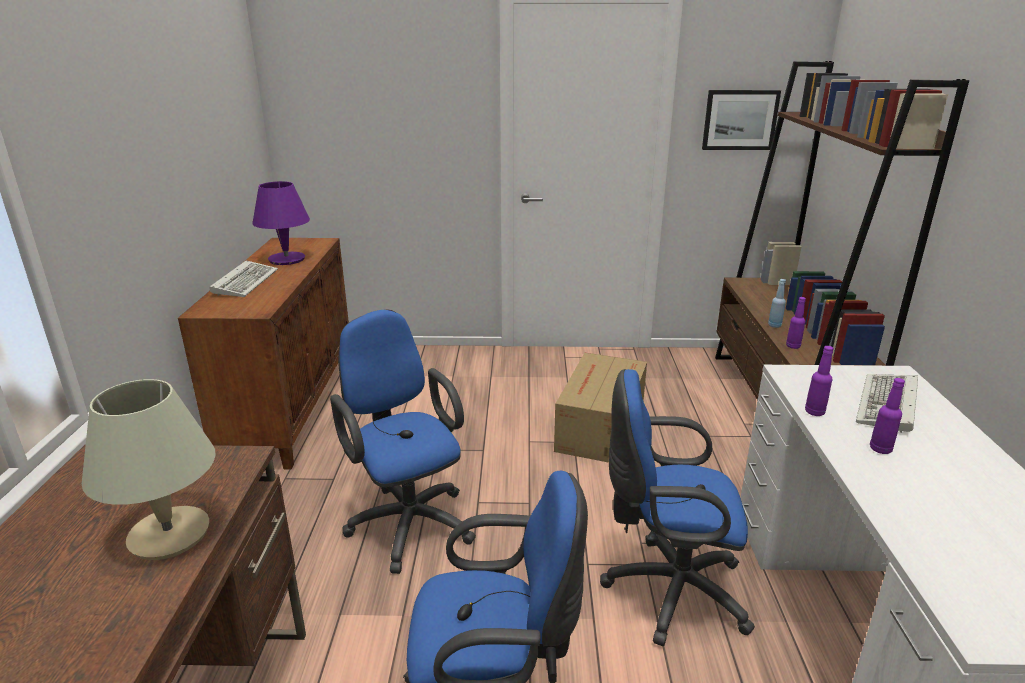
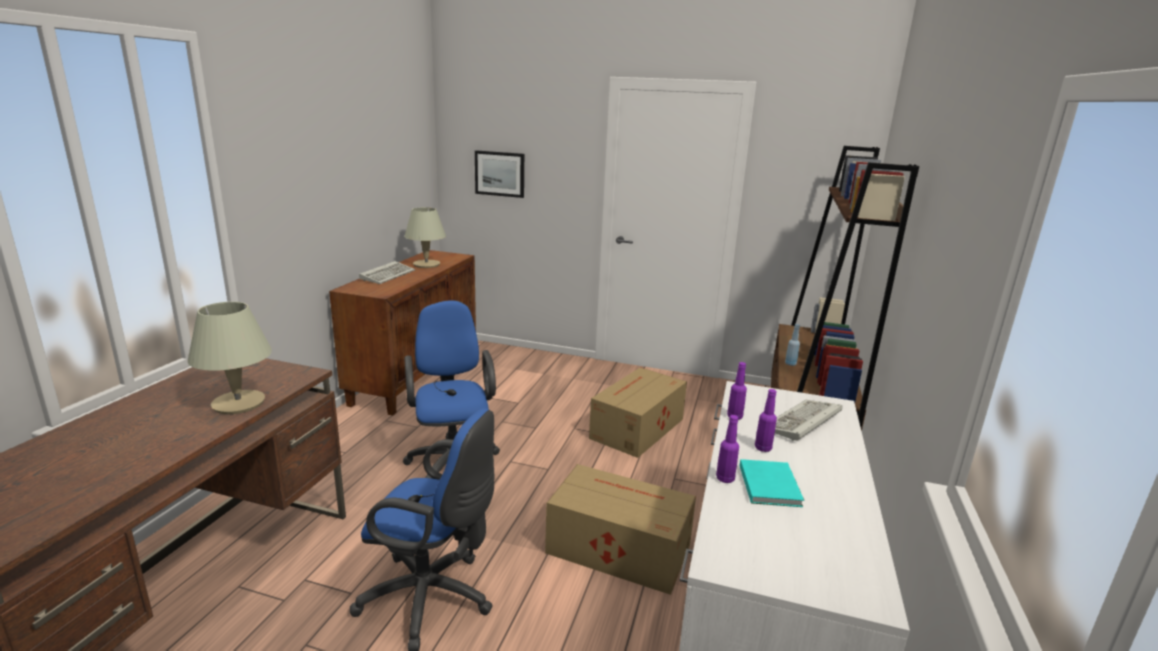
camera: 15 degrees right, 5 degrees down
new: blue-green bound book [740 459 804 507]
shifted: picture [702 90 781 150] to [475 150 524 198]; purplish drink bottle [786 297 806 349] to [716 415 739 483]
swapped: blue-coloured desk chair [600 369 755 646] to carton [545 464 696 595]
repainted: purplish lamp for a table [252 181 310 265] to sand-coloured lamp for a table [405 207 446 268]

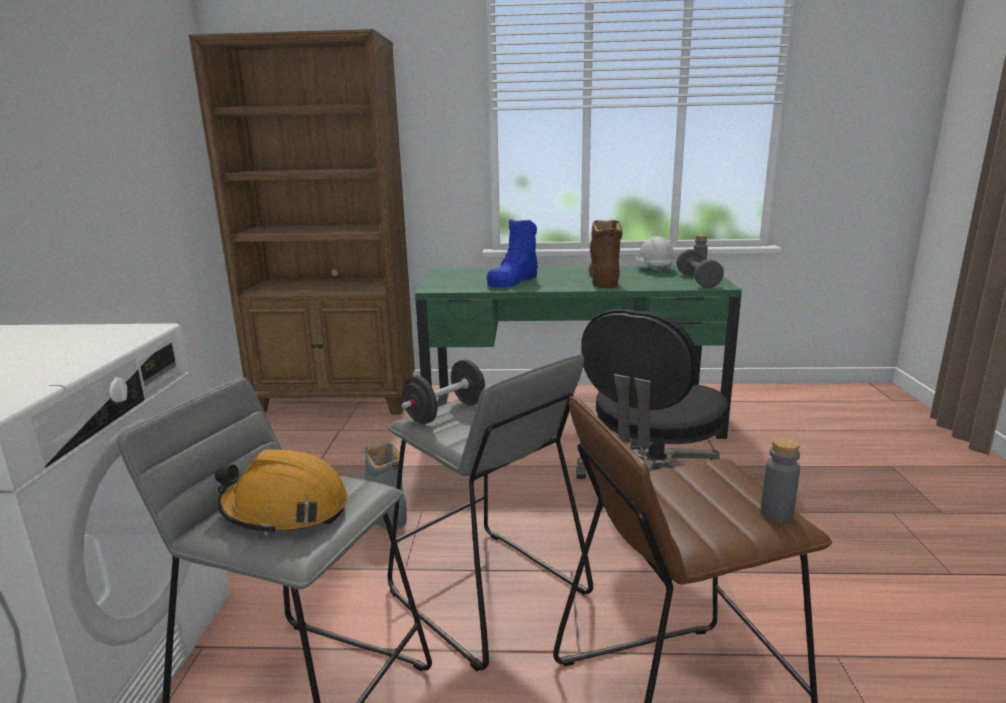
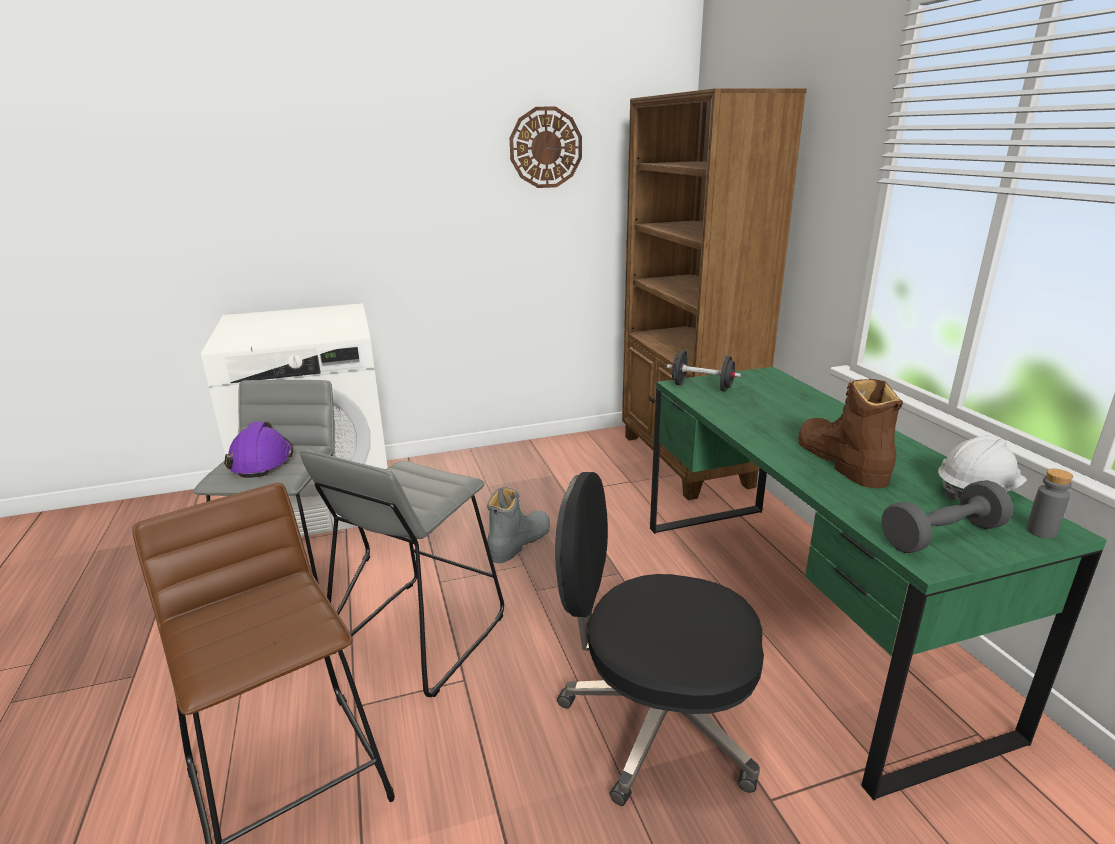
camera: 70 degrees right, 5 degrees up
gone: blue-coloured boot [487 219 538 288]; gray drink bottle [760 437 800 522]
new: wall clock [510 107 582 188]
shifted: black-coloured dumbbell [401 359 485 424] to [667 350 741 392]
repainted: orange-coloured safety helmet [215 449 348 536] to purplish safety helmet [224 422 293 478]
rotated: brown-coloured boot [588 220 622 288] = [798 379 903 488] 90 degrees counterclockwise

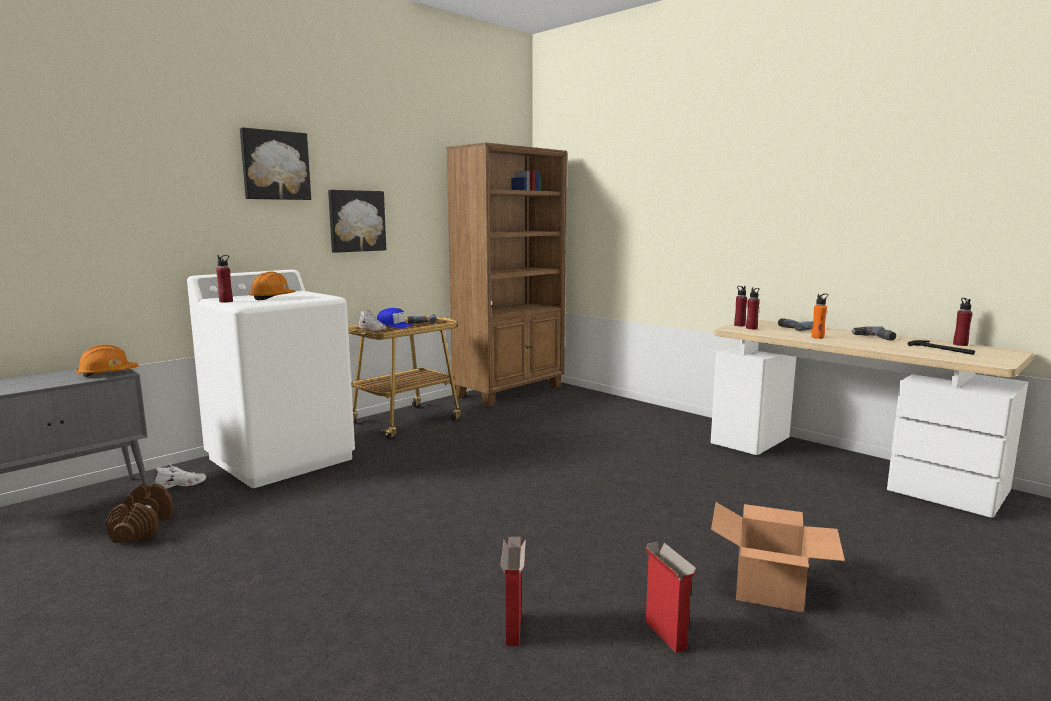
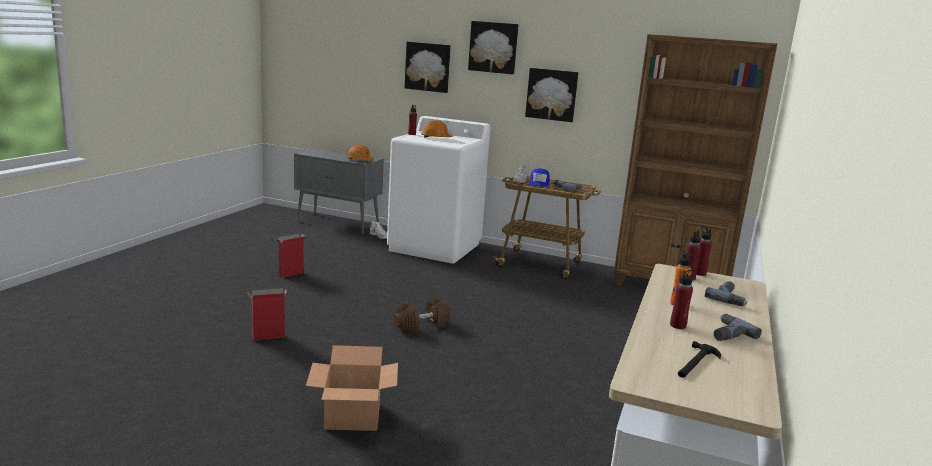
camera: 65 degrees right, 5 degrees up
new: picture [405 42 451 93]
shifted: brown-coloured dumbbell [106 483 174 543] to [394 297 450 334]; carton [645 541 696 653] to [276 234 305 278]; red-coloured drink bottle [953 298 973 346] to [670 269 694 329]

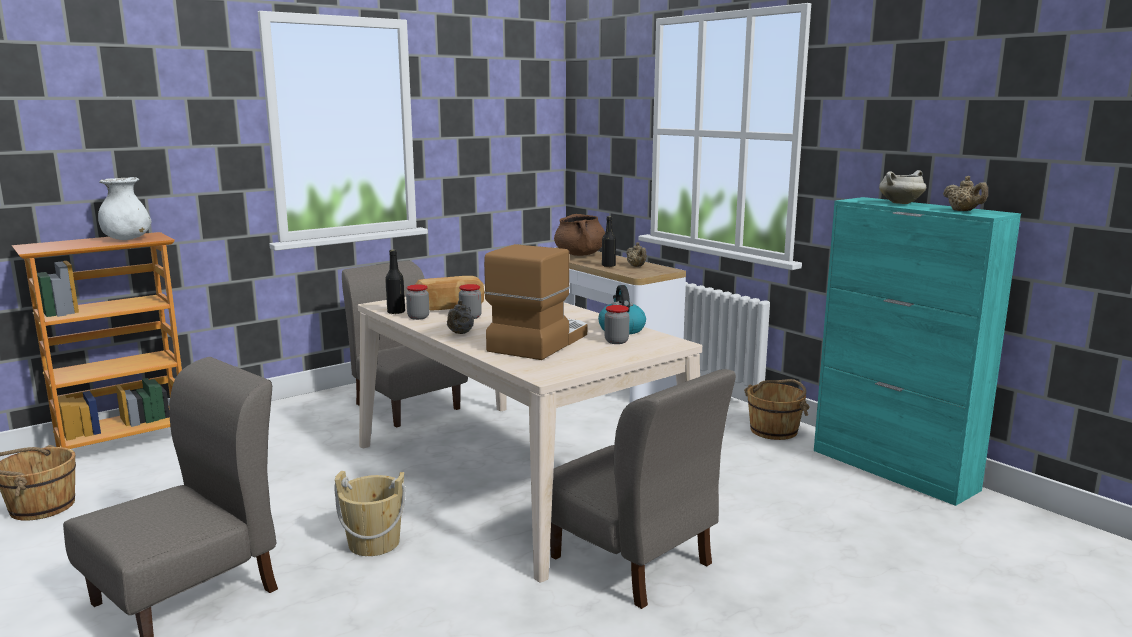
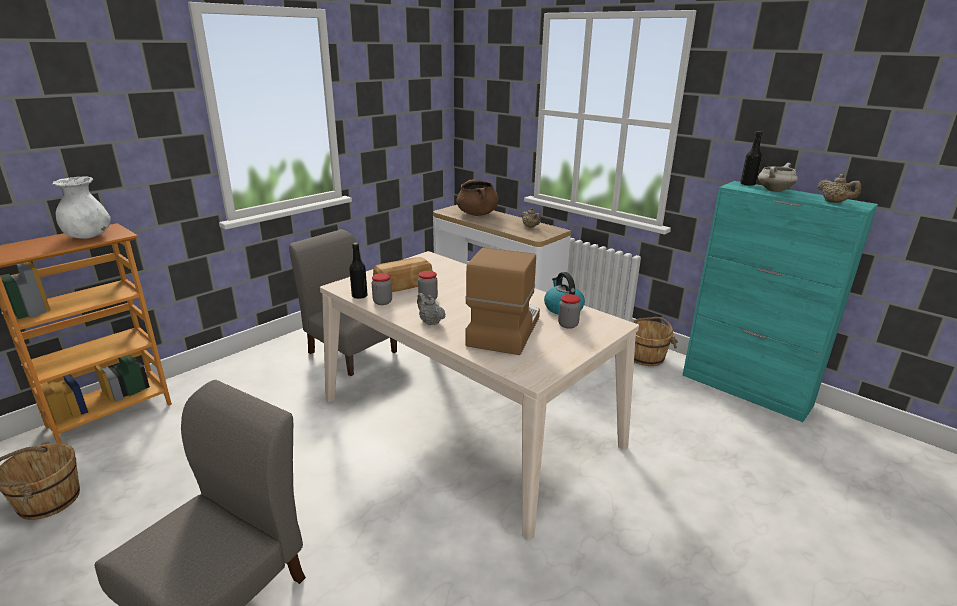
camera: 10 degrees left, 10 degrees up
gone: sand-coloured pail [334 471 406 556]; gray chair [550 369 736 609]
shifted: black-coloured drink bottle [602 216 616 267] to [740 131 762 186]
rotated: gray teapot [447 300 474 334] = [417 293 445 325] 135 degrees clockwise

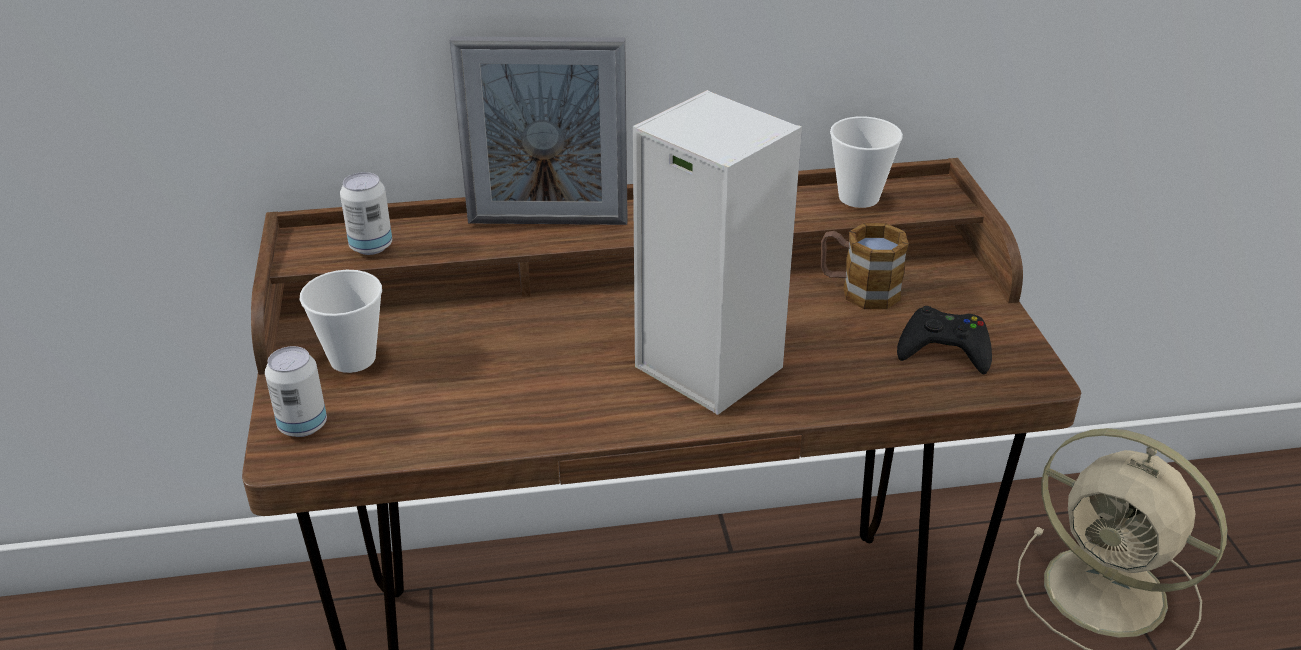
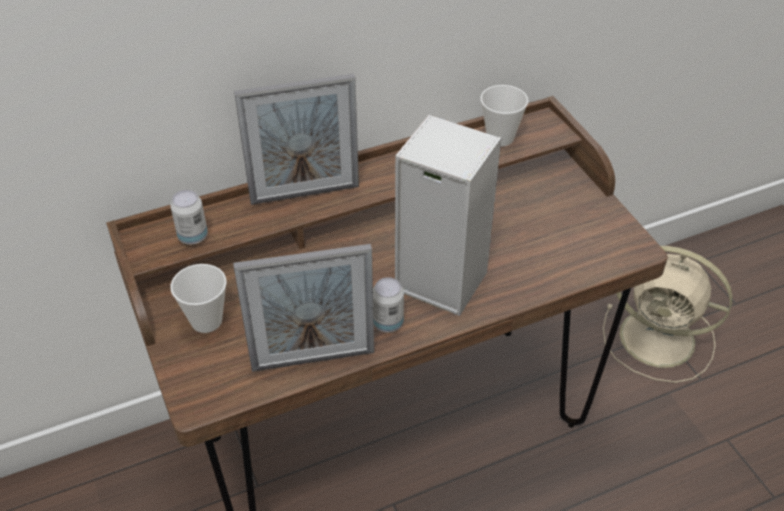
camera: 15 degrees left, 10 degrees up
gone: tea mug [821 223 909 309]; black-coloured game controller [897 306 992 374]
new: photo frame [233 244 374 372]
shifted: metal can [265 346 327 437] to [373 277 404 332]

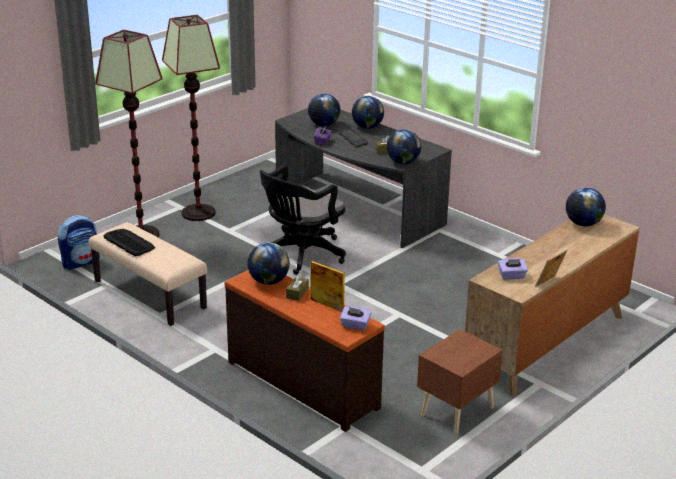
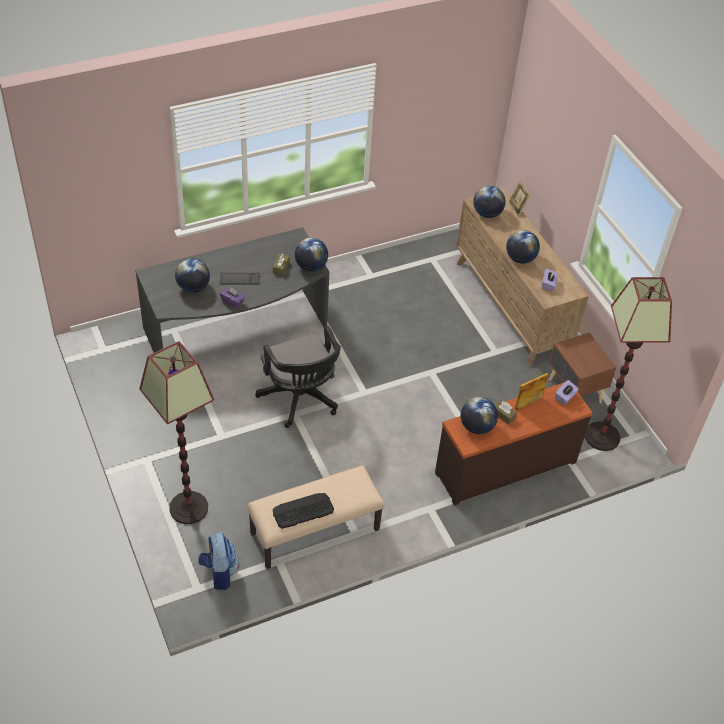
camera: 70 degrees left, 20 degrees up
shifted: floor lamp [162 15 220 221] to [585 277 672 451]; world globe [352 96 384 129] to [506 230 540 264]; photo frame [535 249 568 286] to [508 181 530 216]

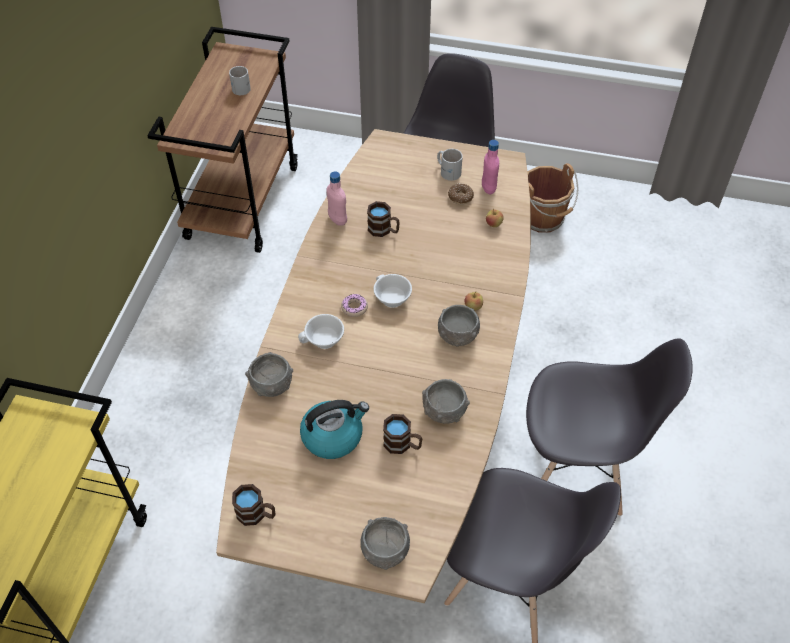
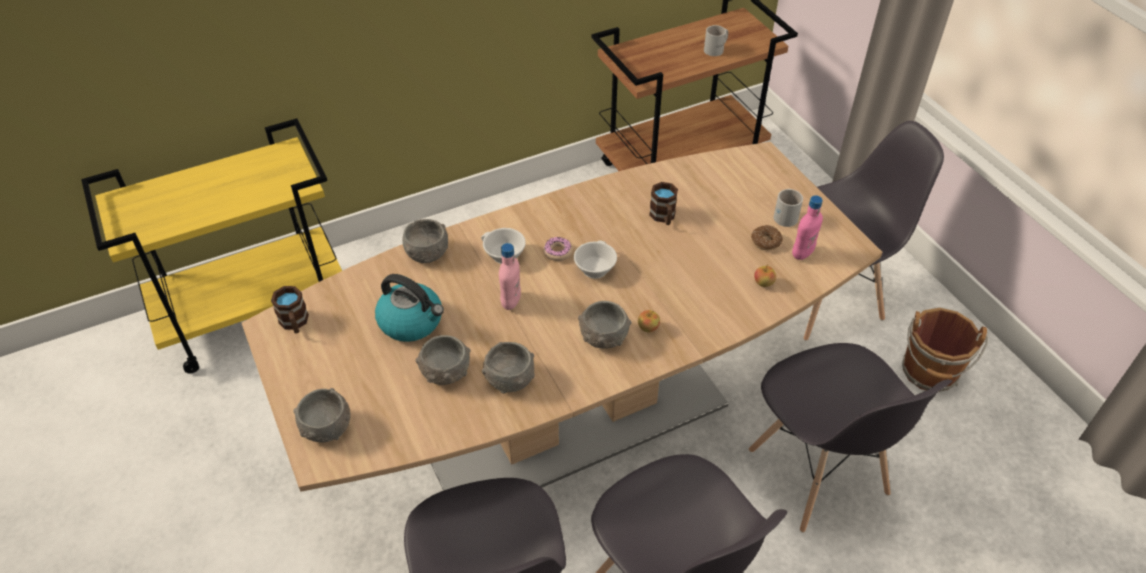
camera: 50 degrees right, 5 degrees down
new: gray chair [749 343 952 533]
shifted: pinkish drink bottle [326 172 347 226] to [499 243 521 310]
swapped: brown-coloured tea mug [383 414 423 454] to gray serving bowl [416 335 471 385]

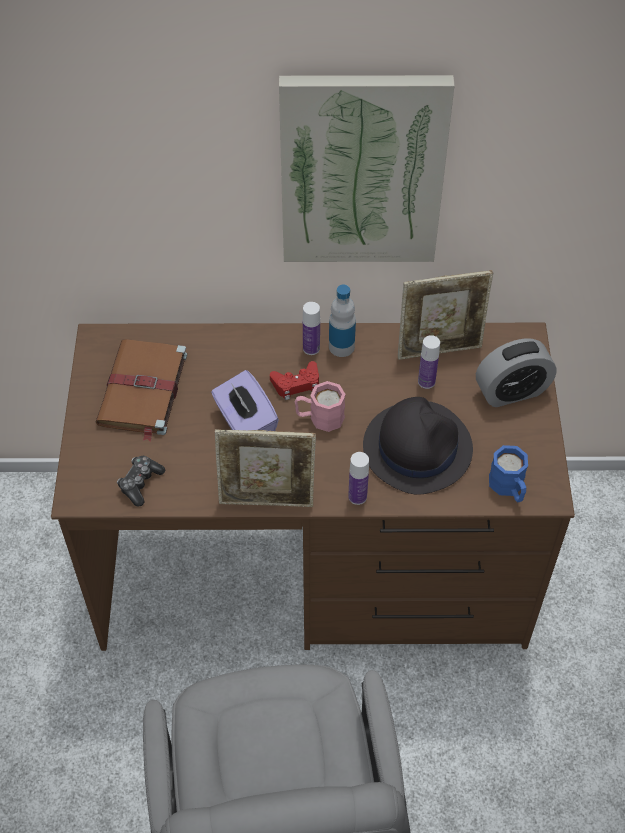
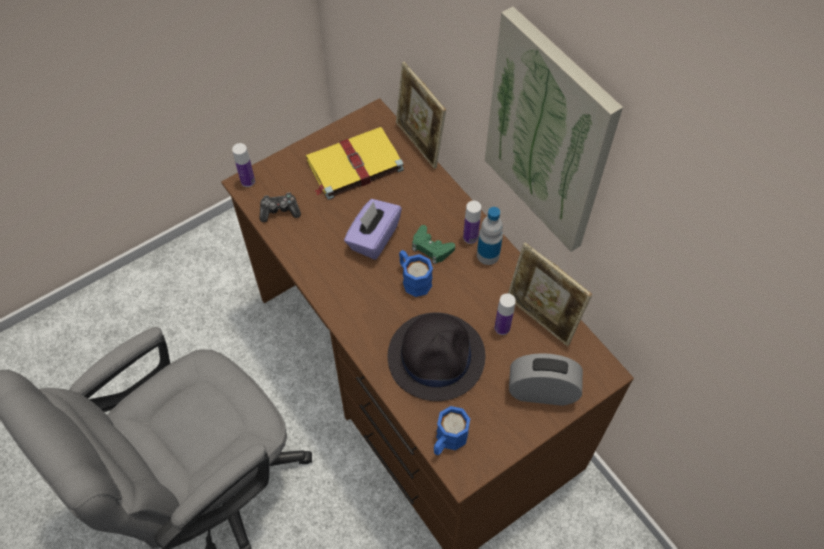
camera: 55 degrees right, 5 degrees up
shifted: photo frame [215 429 316 507] to [396 62 446 169]; drink bottle [348 452 369 505] to [232 143 255 187]
repainted: brown-coloured bound book [96 339 187 441] to yellow bound book [306 127 404 200]; red-coloured game controller [270 361 319 400] to green game controller [412 225 455 264]; pinkish tea mug [295 381 346 432] to blue-coloured tea mug [399 250 433 297]
rotated: alarm clock [476 338 557 407] = [509 353 583 406] 150 degrees clockwise

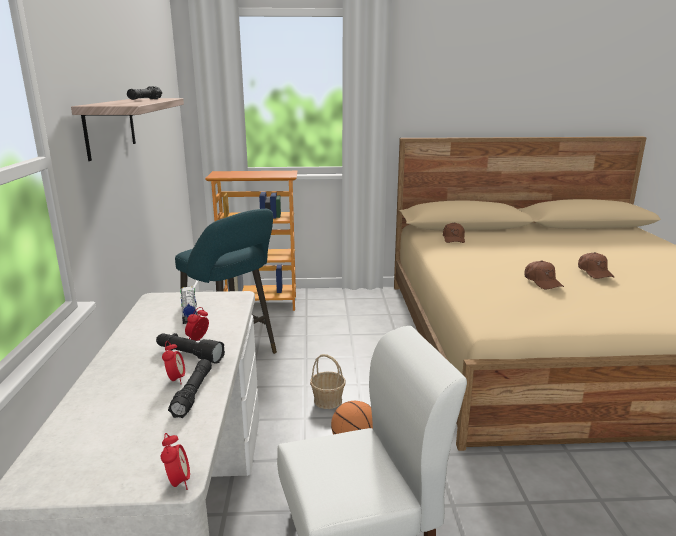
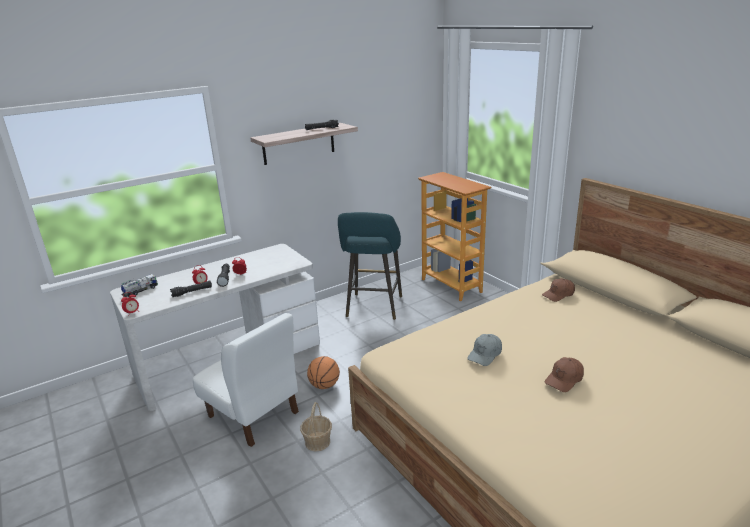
camera: 60 degrees right, 5 degrees up
shifted: model truck [180 286 198 324] to [121 274 158 298]; household basket [310 354 346 409] to [300 402 332 451]
repainted: brown-coloured cap [524 260 564 289] to gray cap [467 334 502 366]

